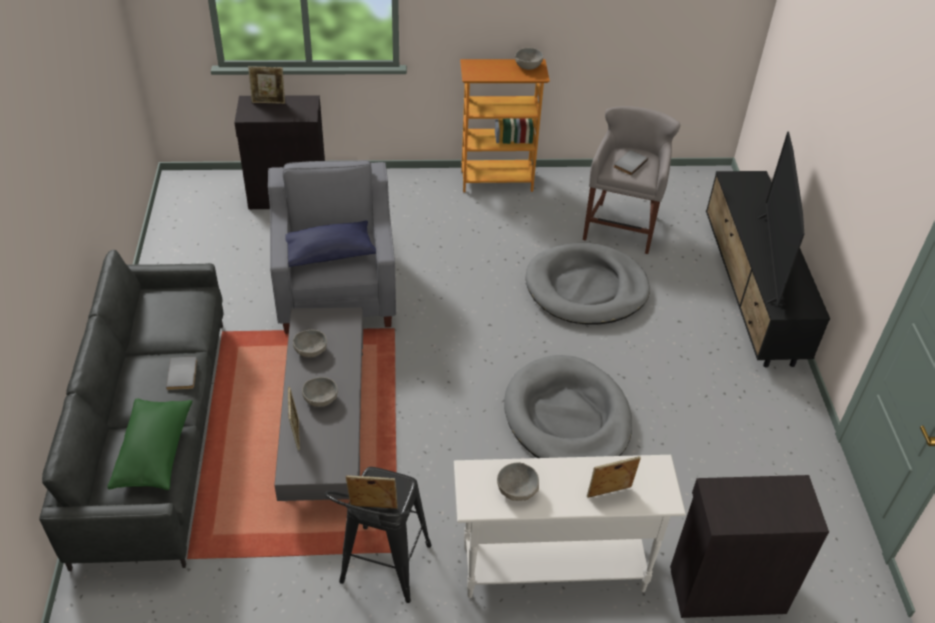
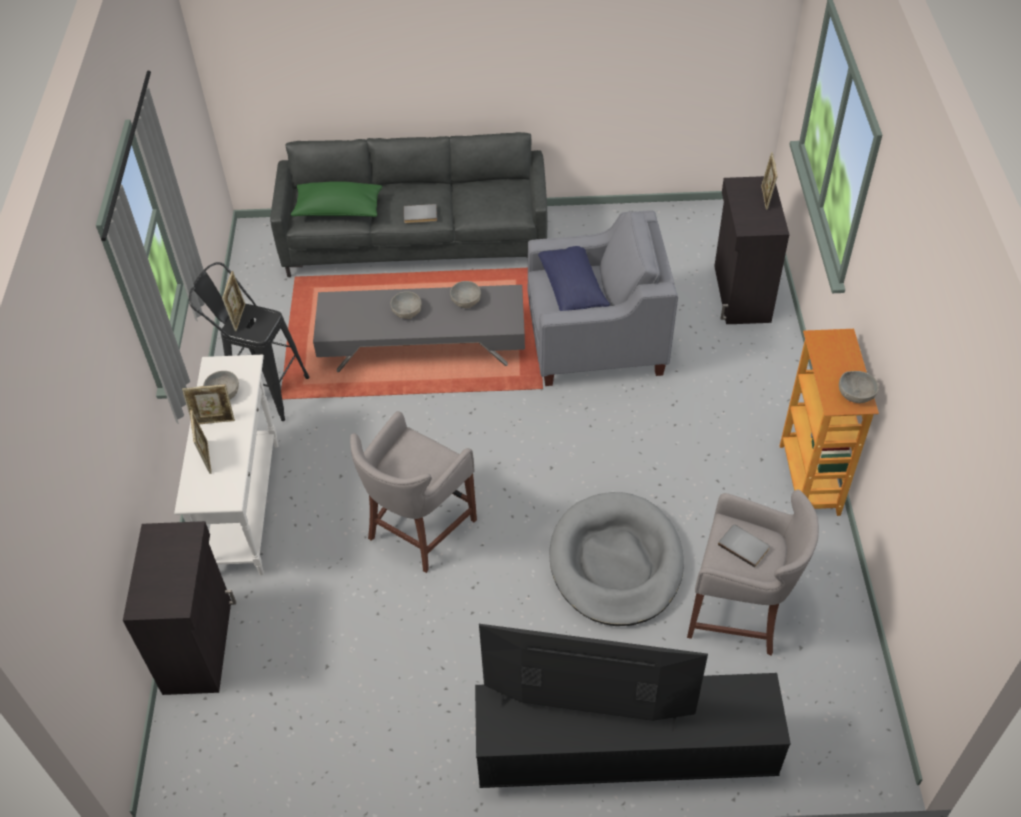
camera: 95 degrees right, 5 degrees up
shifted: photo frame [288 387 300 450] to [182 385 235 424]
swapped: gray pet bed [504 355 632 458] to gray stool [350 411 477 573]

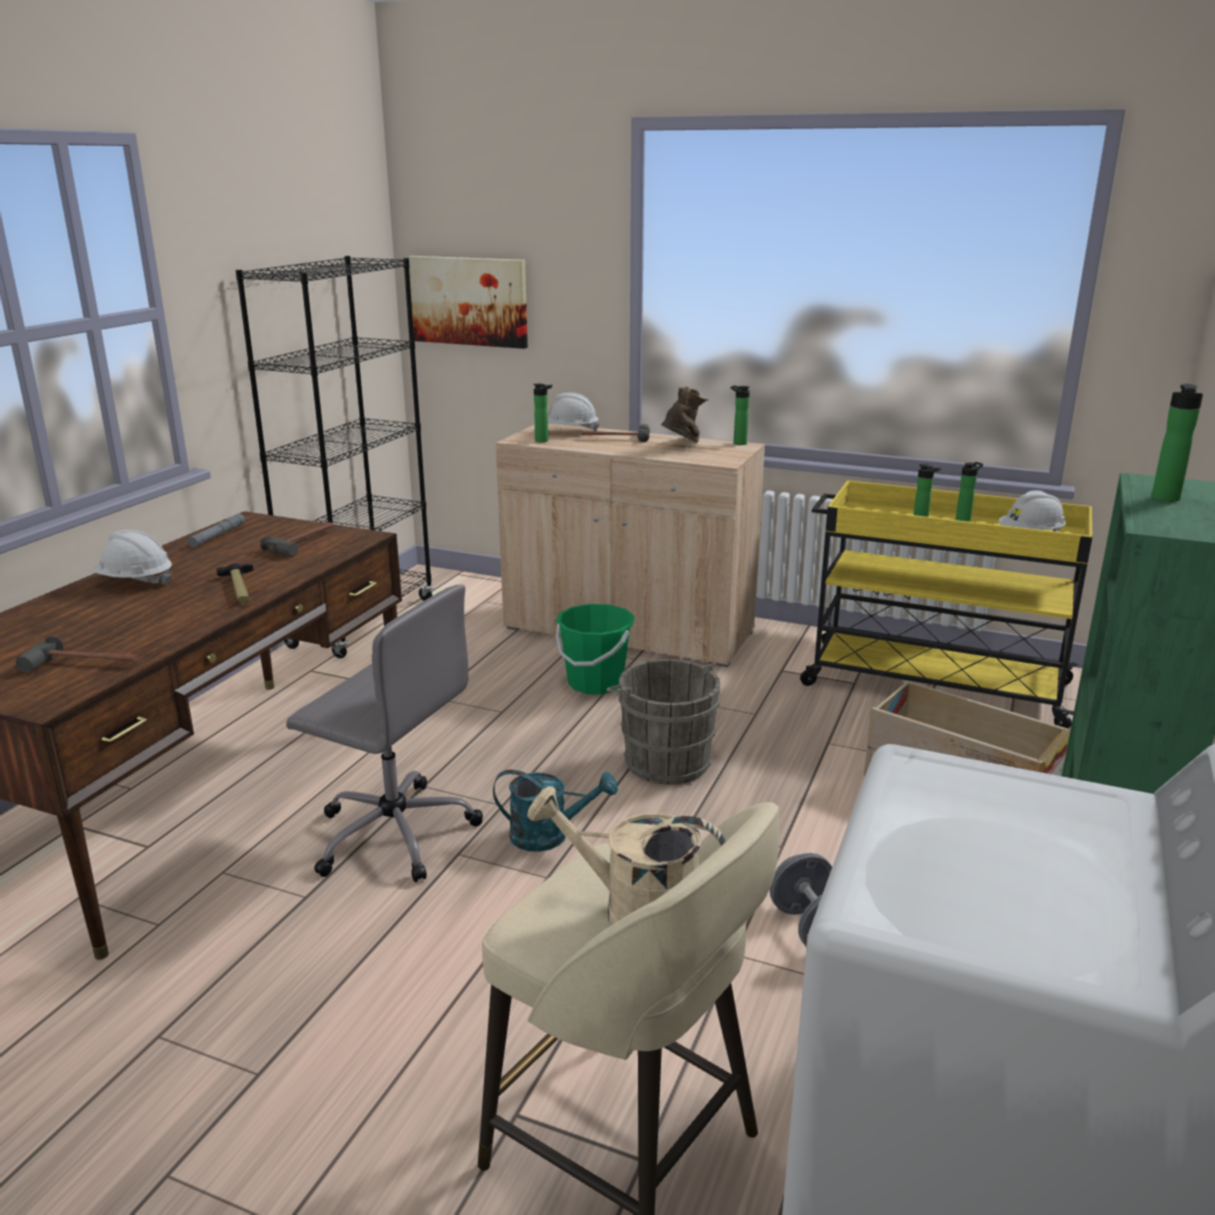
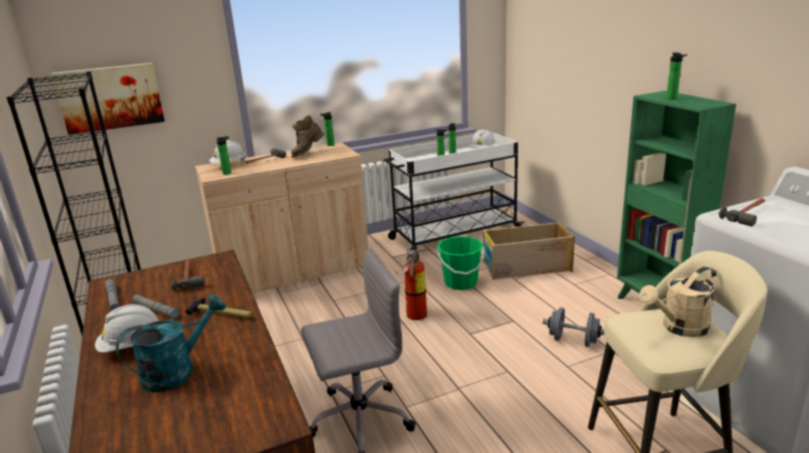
camera: 45 degrees left, 0 degrees up
new: gray hand torch [132 294 179 319]
shifted: hand hammer [16 636 138 673] to [719 198 765 226]; blue-green sprinkling can [493 770 618 852] to [116 294 226 392]; green pail [556 604 635 695] to [437 236 485 290]
swapped: gray pail [606 659 720 784] to extinguisher [395 250 427 320]
repainted: yellow wheeled cart [800 480 1092 729] to white-coloured wheeled cart [384 132 525 255]
rotated: brown-coloured boot [661 387 708 443] = [291 115 324 158] 120 degrees counterclockwise

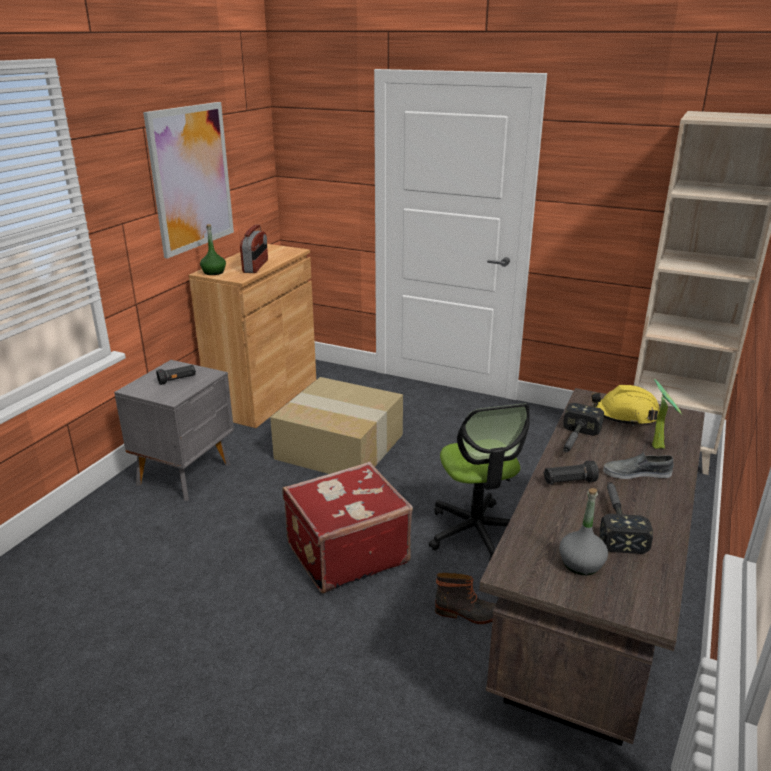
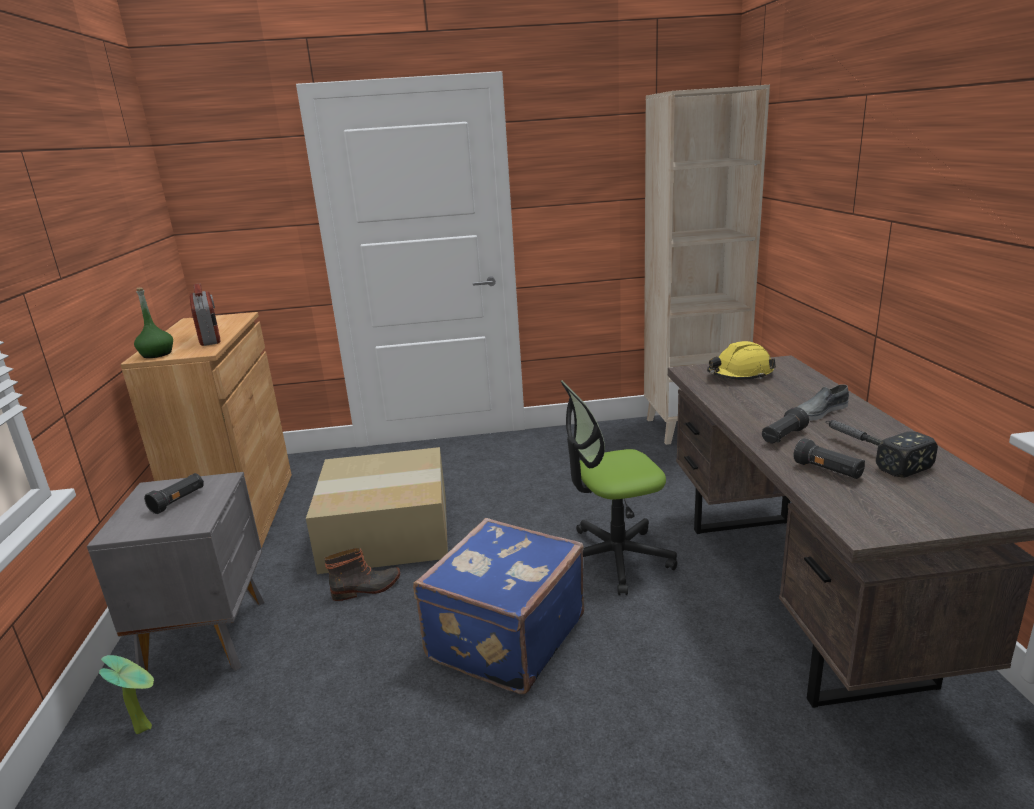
camera: 30 degrees left, 5 degrees down
gone: picture [143 102 234 259]; gray drink bottle [559 488 608 575]; hand hammer [563 403 604 452]
new: black-coloured hand torch [794 438 865 479]
shifted: boot [435 573 496 624] to [324 548 400 601]; plant in a pot [652 379 682 449] to [99 655 154 734]
repainted: red-coloured suitcase [282 461 413 594] to blue-coloured suitcase [413 518 584 695]
rotated: desk chair [429 404 530 562] = [561 381 677 595] 120 degrees clockwise

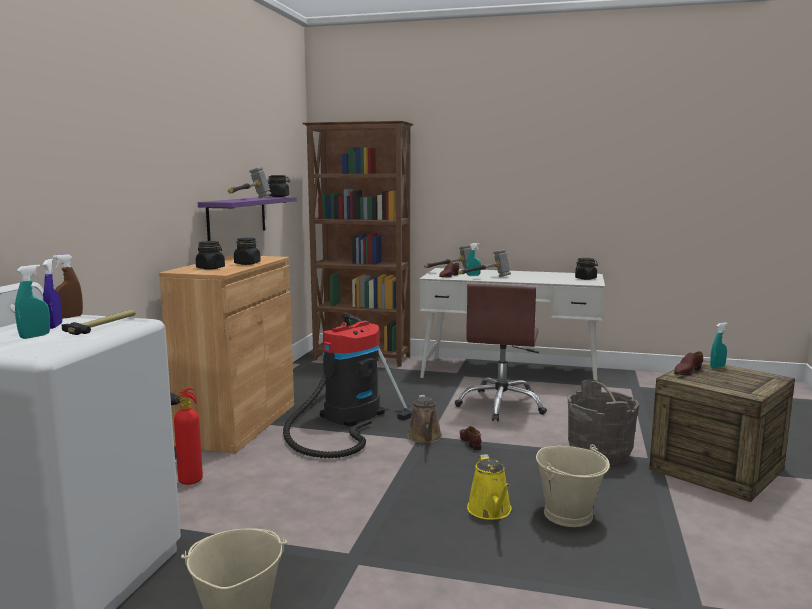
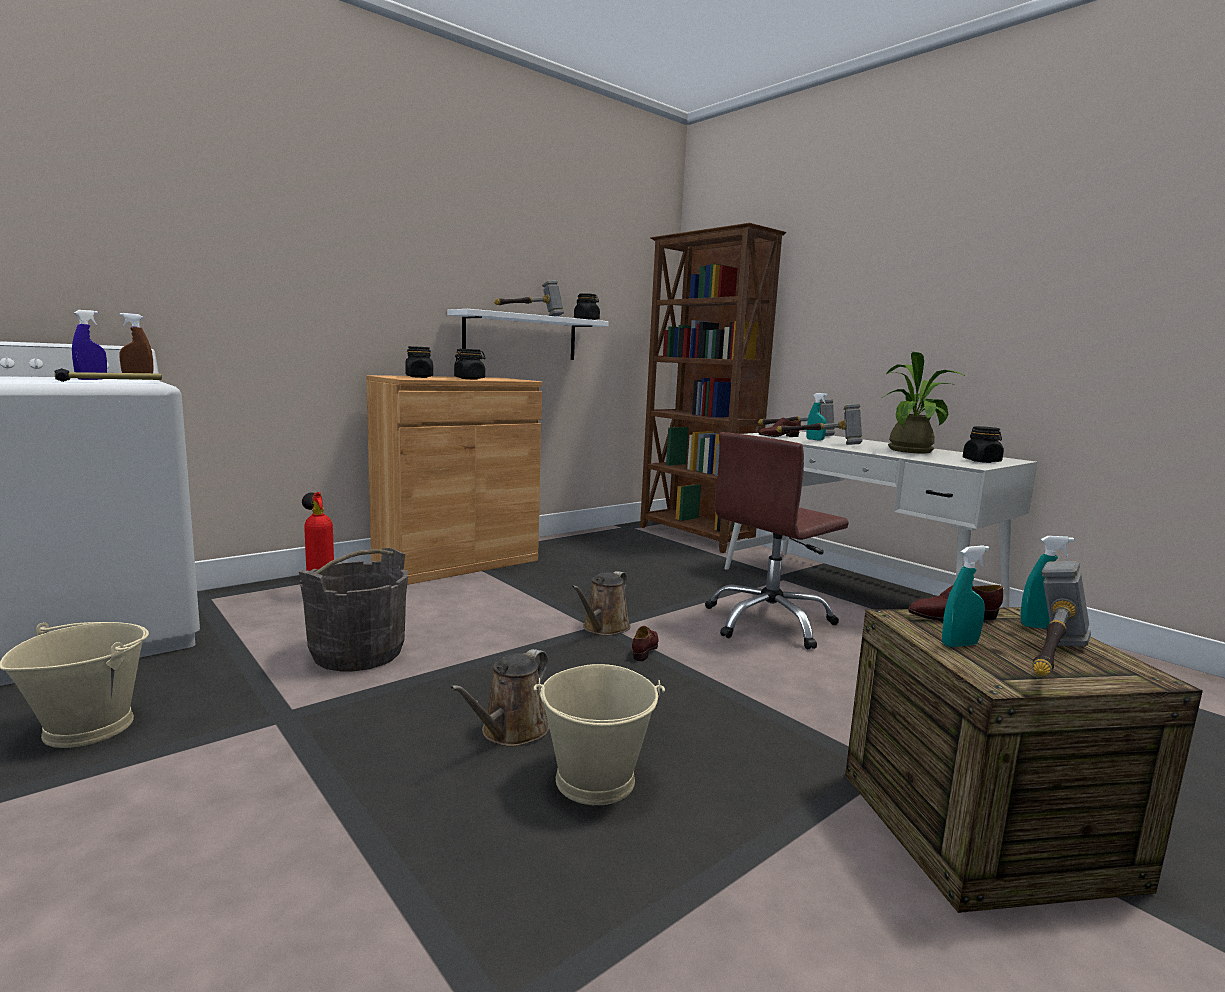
camera: 35 degrees right, 0 degrees up
gone: vacuum cleaner [283 312 413 458]
new: plant in a pot [882 352 965 454]; hand hammer [1032 561 1091 676]
shifted: blue-green spray bottle [15 265 50 339] to [942 545 989 647]; gray pail [568 380 639 465] to [299 548 408 672]
repainted: purplish shelf [198 196 297 241] to white-coloured shelf [447 309 609 360]; yellow sprinkling can [467 454 512 520] to brown-coloured sprinkling can [450 649 549 746]

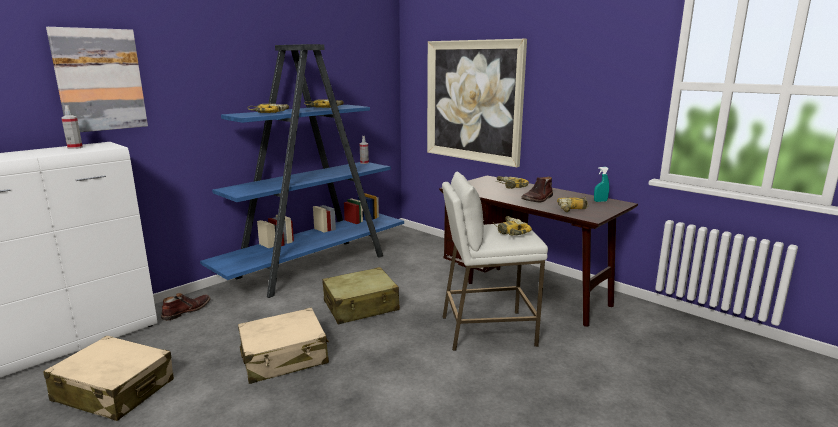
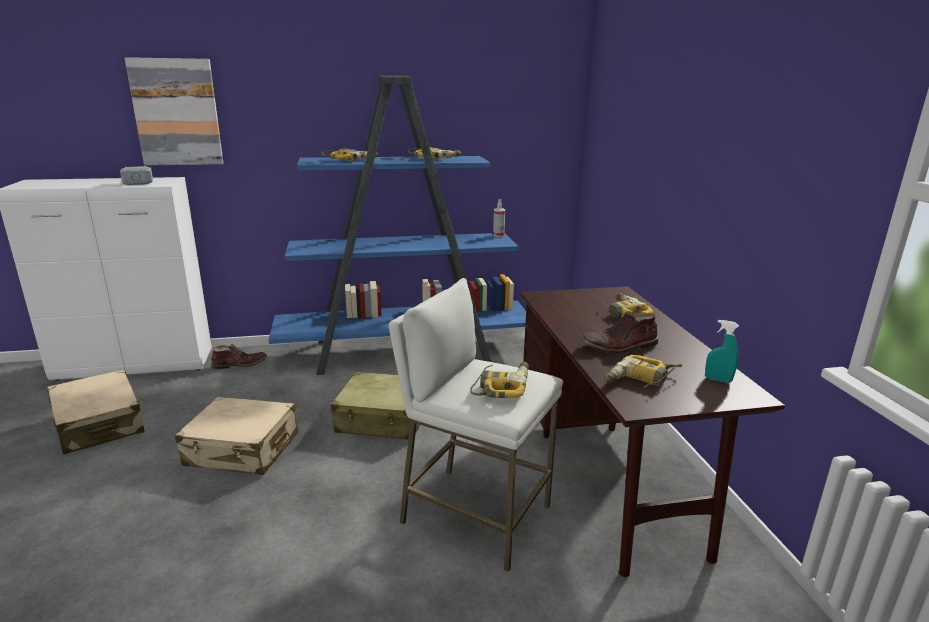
camera: 35 degrees right, 5 degrees up
gone: picture [427 39 527 167]
swapped: spray bottle [61 105 83 149] to hand hammer [120 166 153 185]

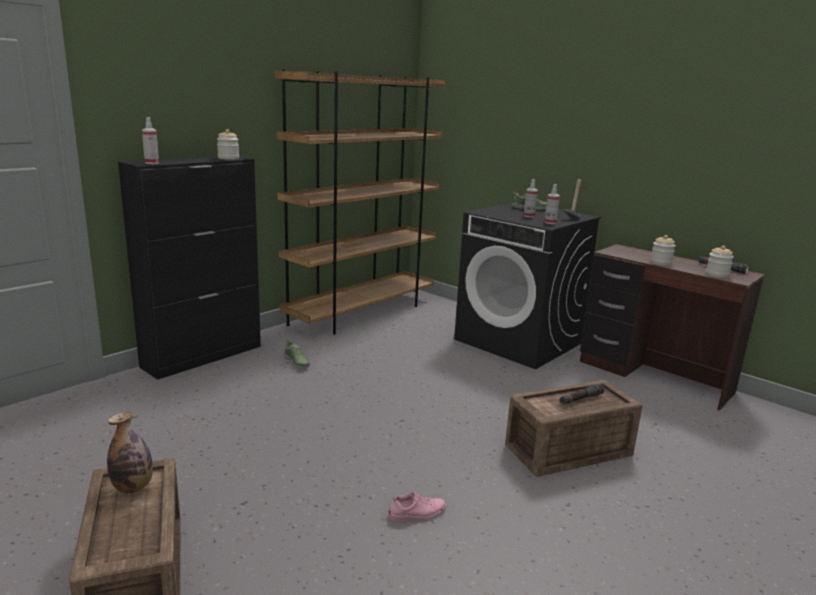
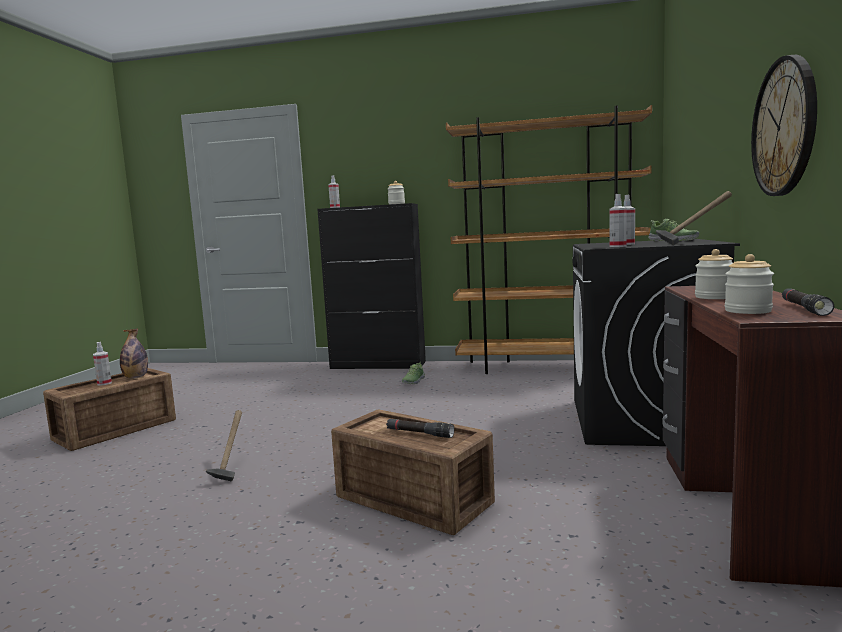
camera: 60 degrees right, 10 degrees down
new: spray bottle [93 342 112 386]; wall clock [751 55 817 196]
swapped: pinkish shoe [388 492 446 521] to hand hammer [206 410 242 482]

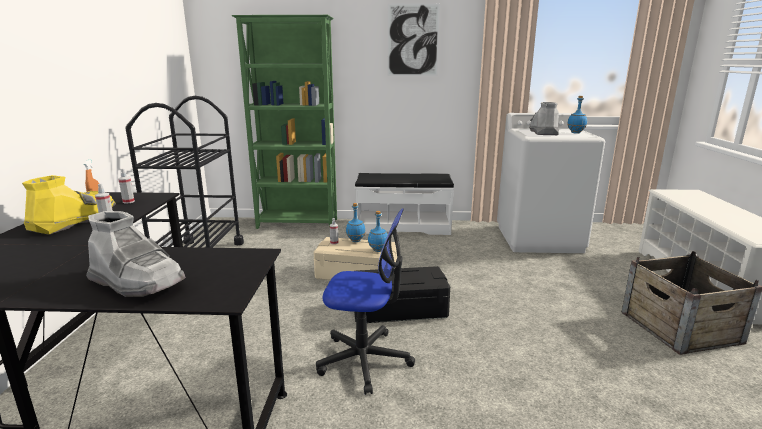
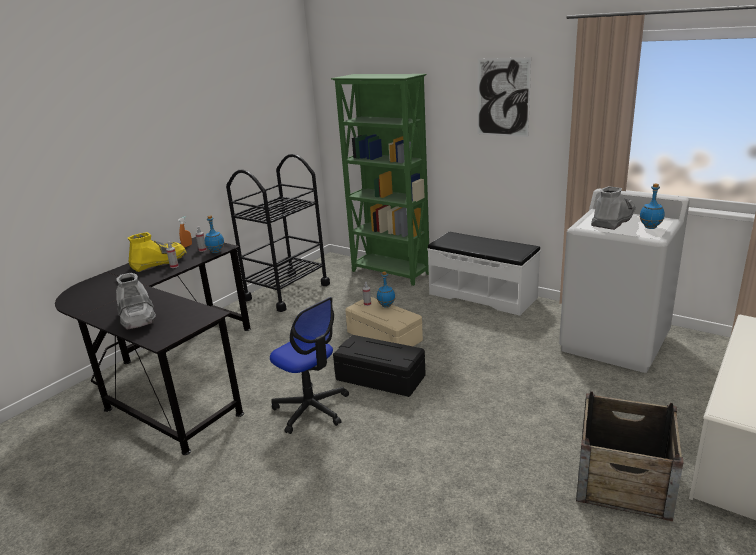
camera: 35 degrees right, 5 degrees up
shifted: blue-coloured drink bottle [368 211 388 252] to [205 215 224 253]

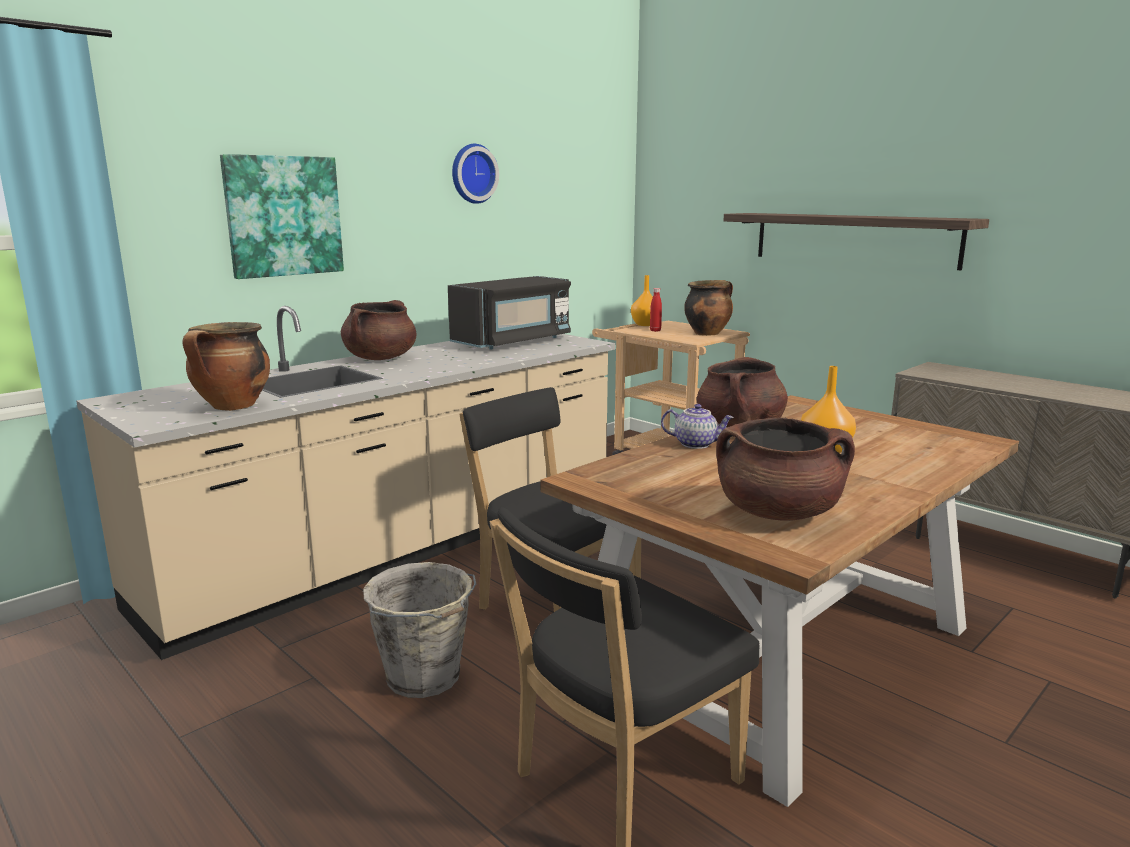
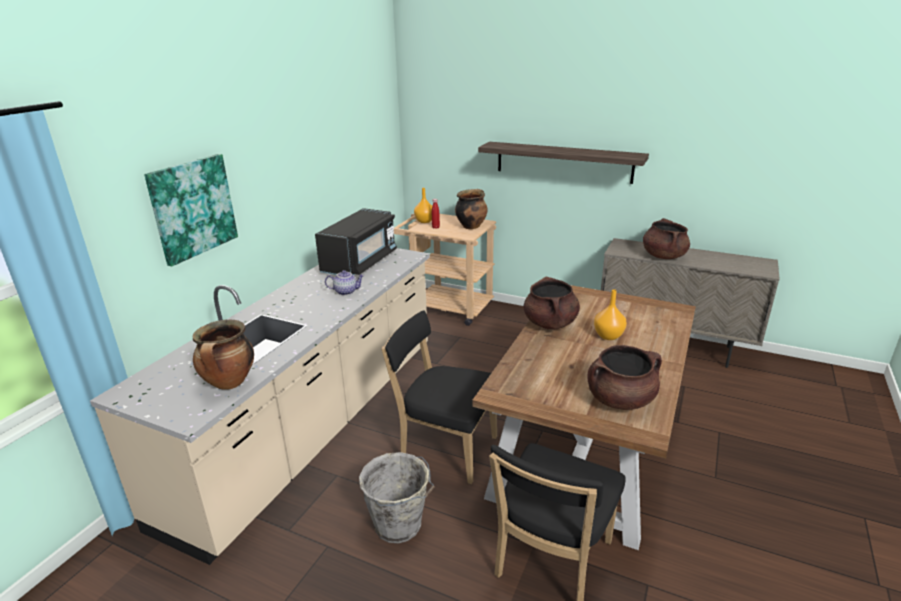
camera: 20 degrees left, 10 degrees up
gone: wall clock [452 144 499 204]
shifted: brown-coloured stockpot [341 300 417 360] to [643 218 690 259]; teapot [661 404 734 449] to [325 270 365 295]

